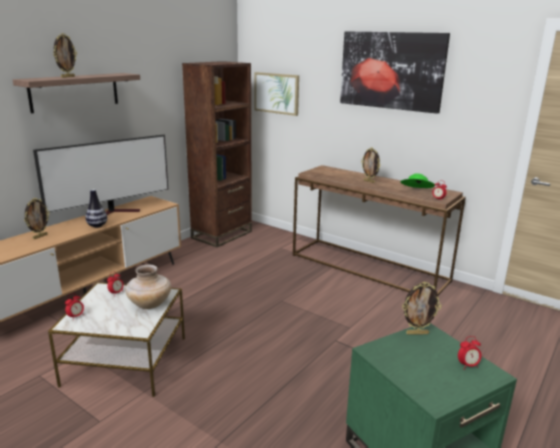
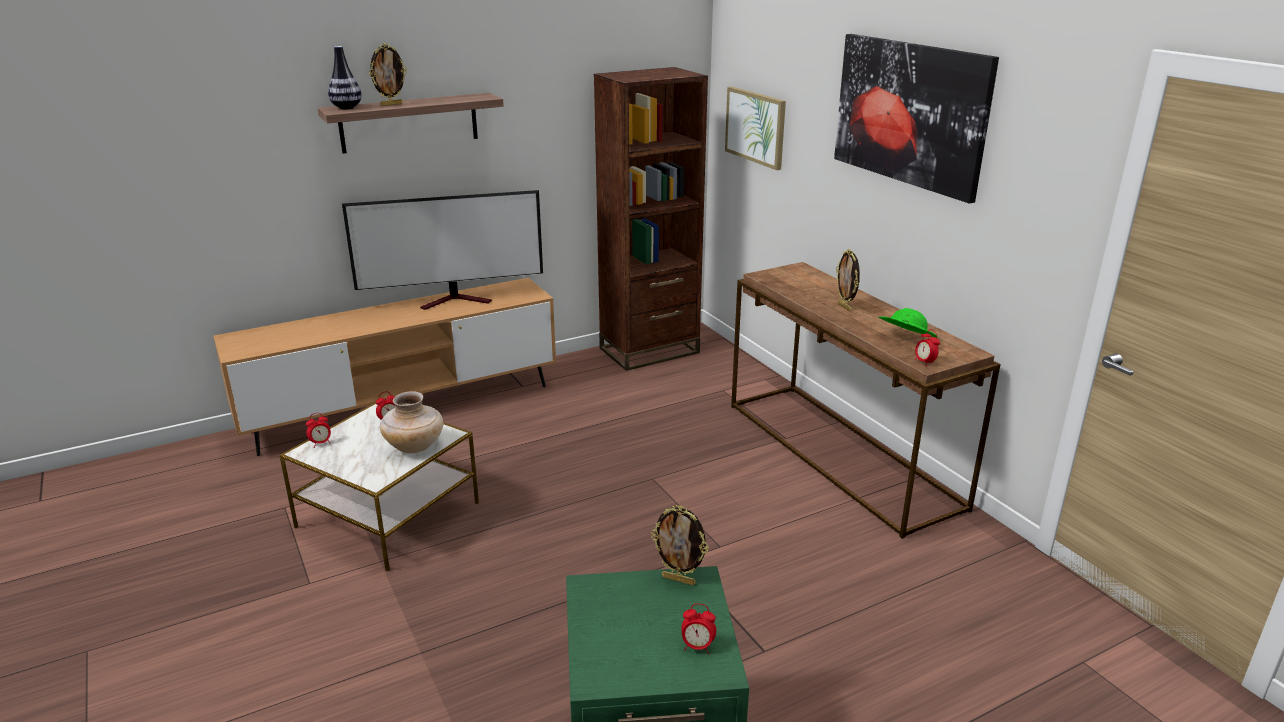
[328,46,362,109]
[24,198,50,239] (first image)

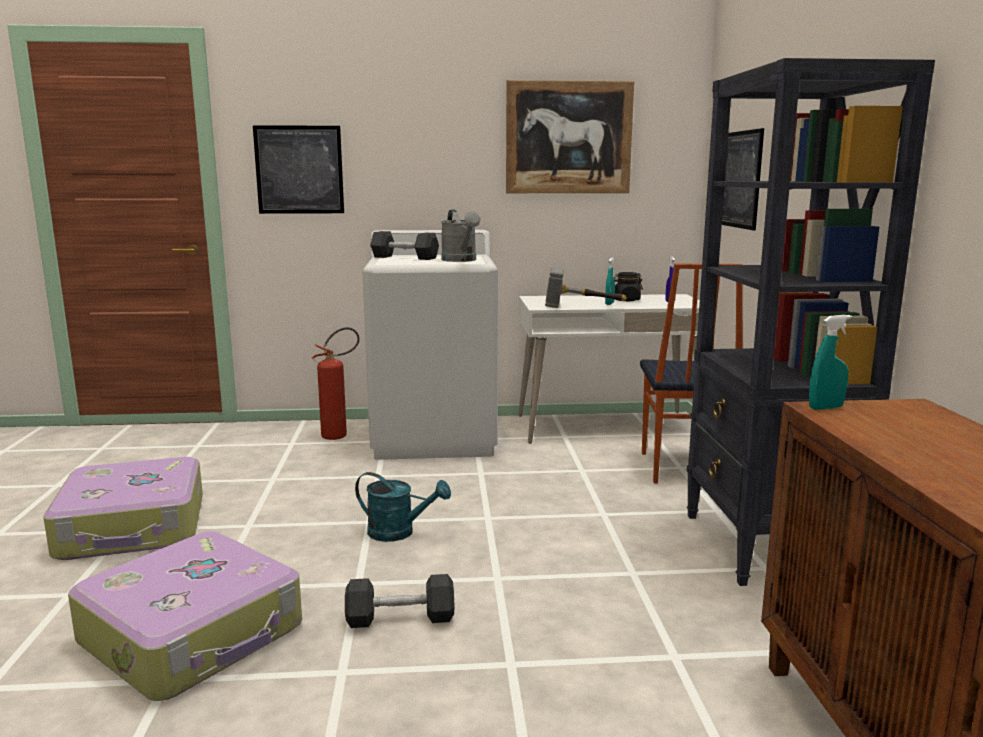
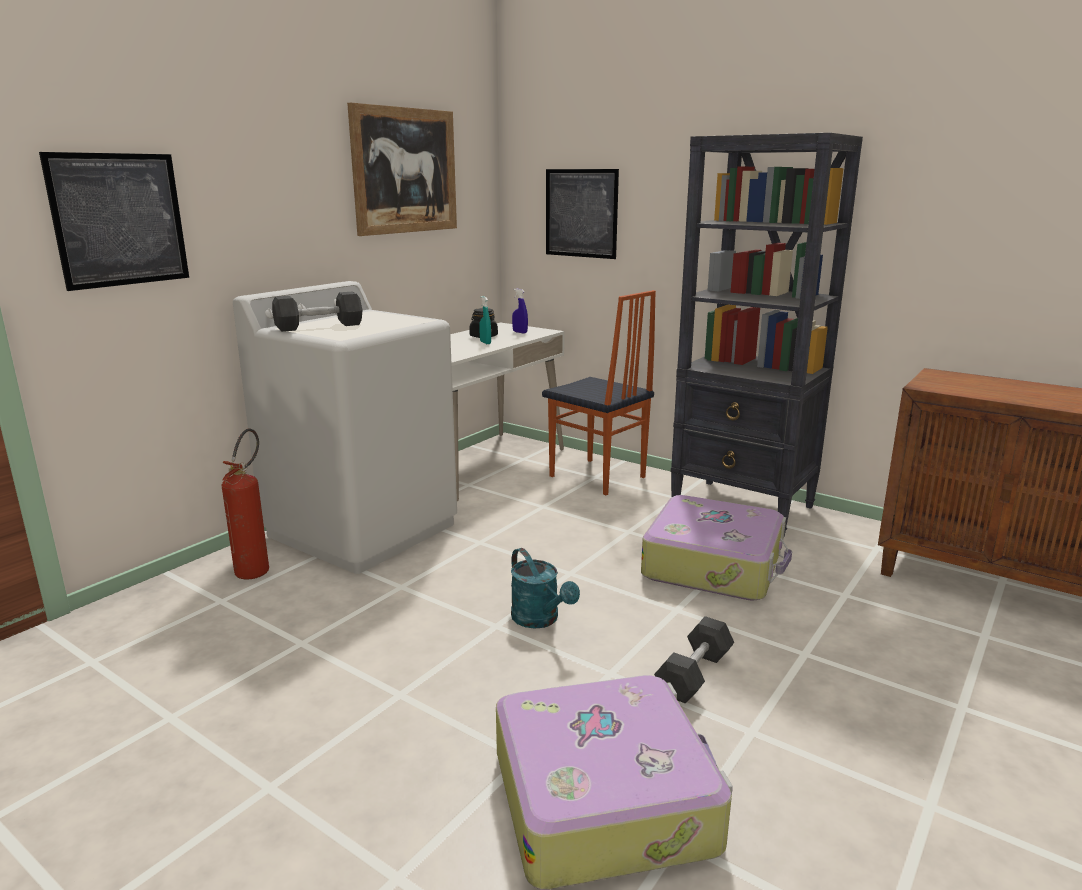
[441,210,481,262] (first image)
[545,267,627,308] (first image)
[809,315,851,410] (first image)
[641,495,792,601]
[511,548,580,629]

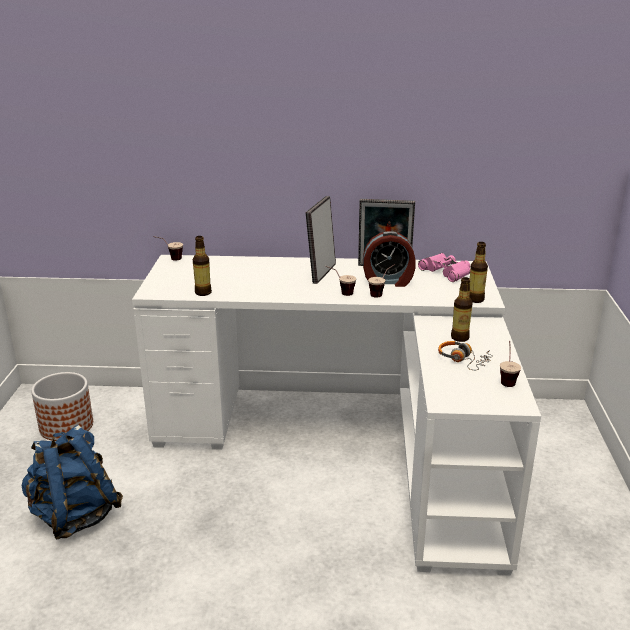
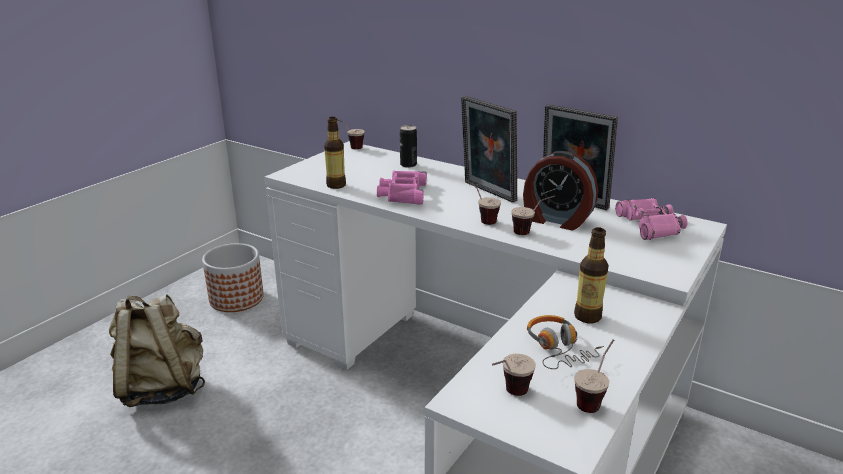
[461,96,517,203]
[469,242,488,303] (first image)
[109,294,205,407]
[400,125,417,168]
[377,170,427,205]
[492,354,536,396]

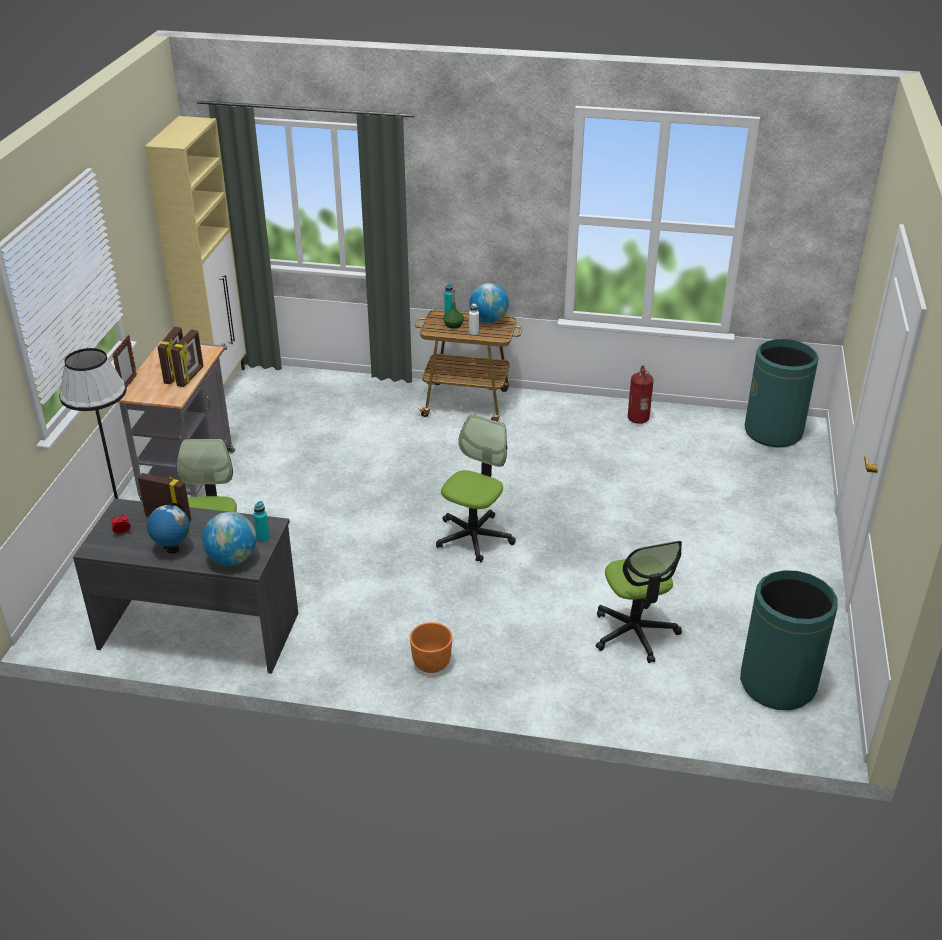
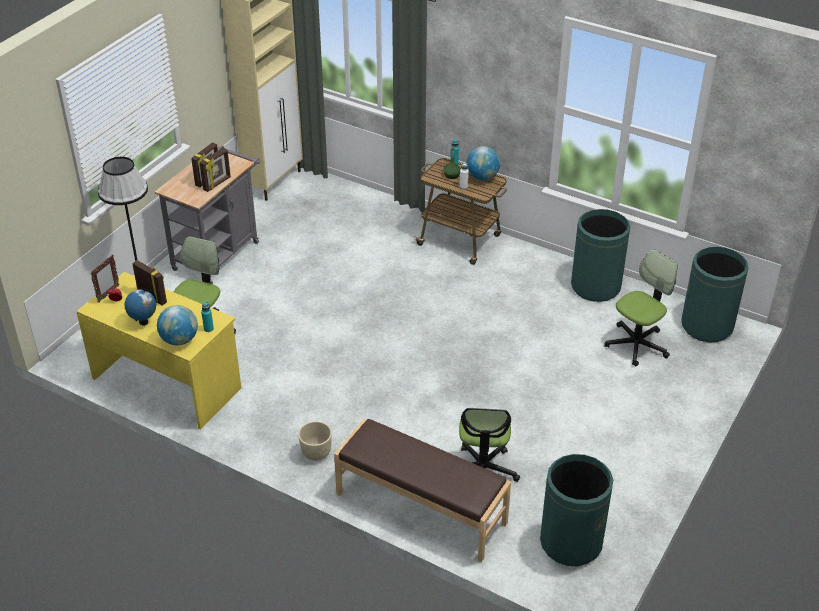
[90,255,120,302]
[571,209,630,302]
[604,249,678,367]
[76,272,241,429]
[298,421,332,461]
[334,418,511,562]

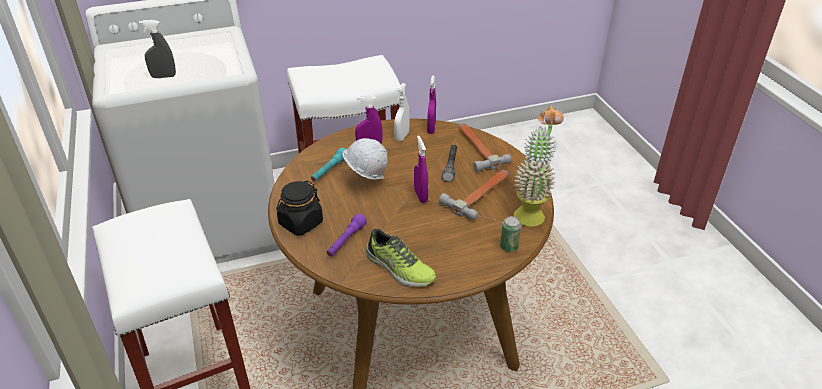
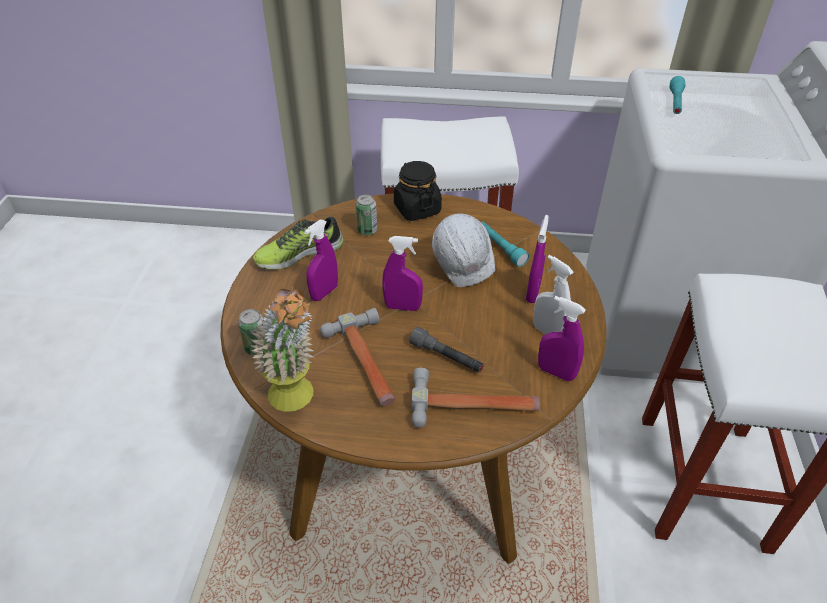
[669,76,686,114]
[355,195,377,235]
[304,220,338,301]

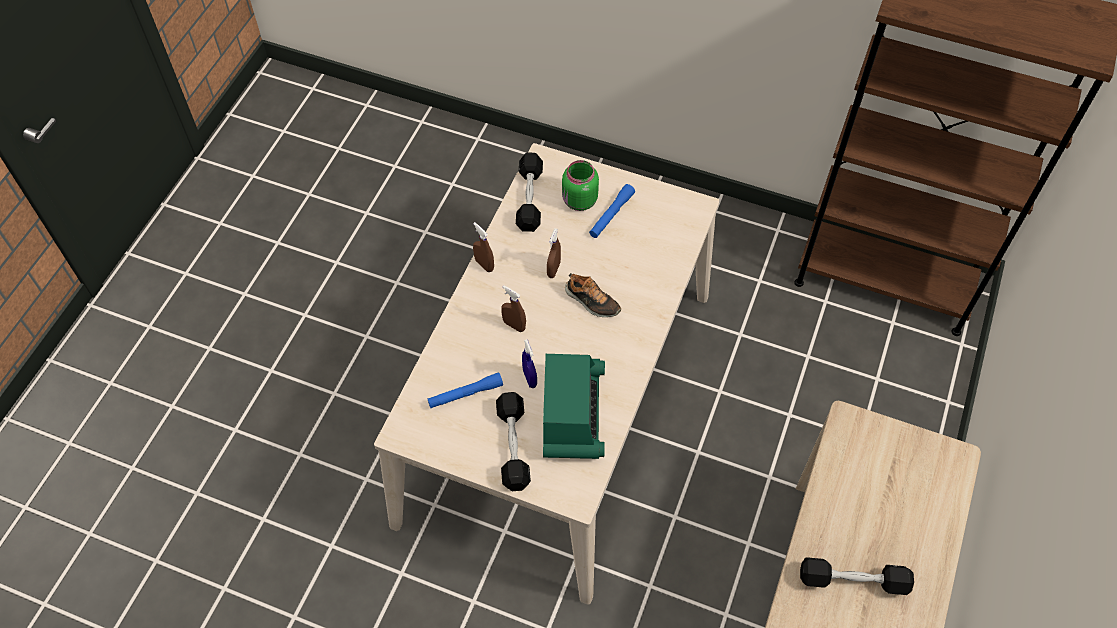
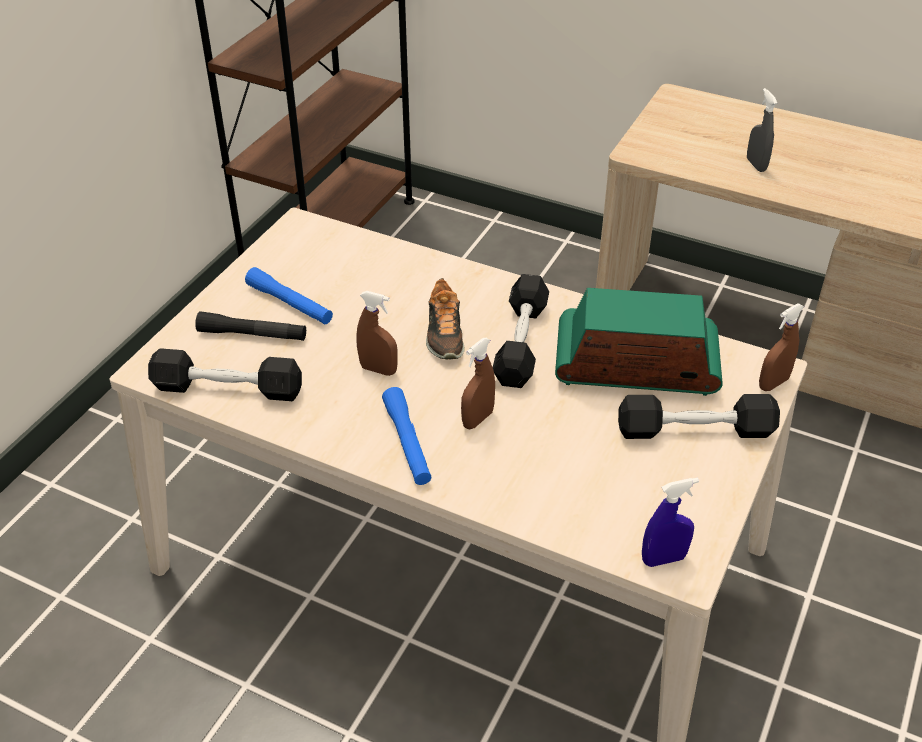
[195,311,306,341]
[759,303,804,391]
[426,278,465,359]
[642,478,699,567]
[382,387,431,485]
[493,274,549,388]
[747,88,777,172]

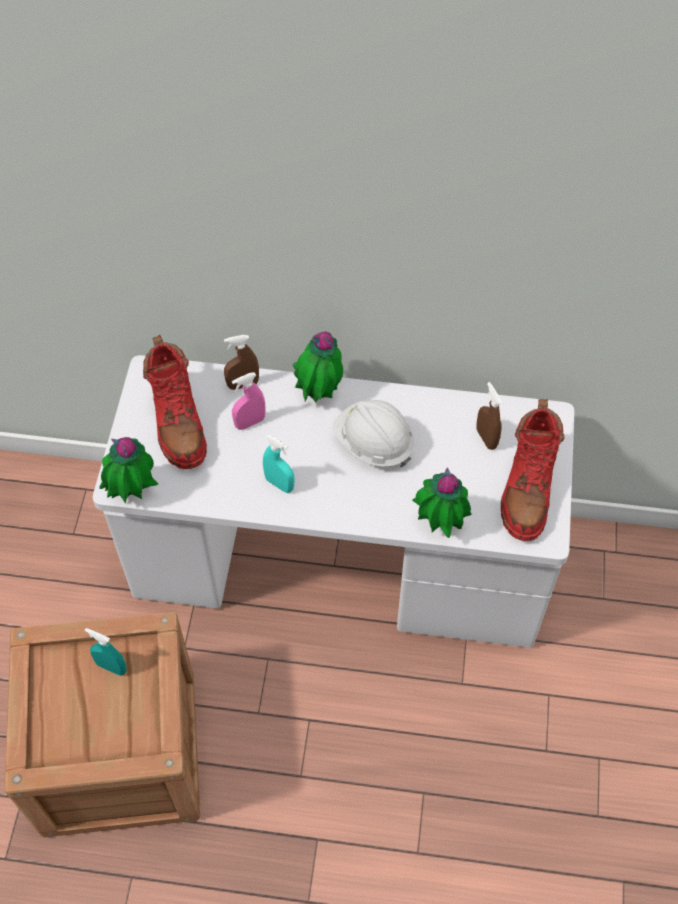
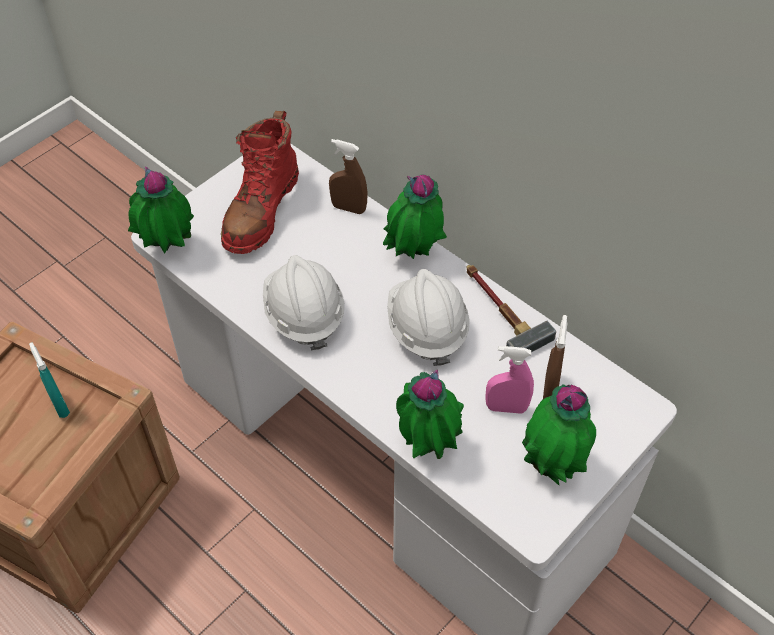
[485,346,534,414]
[522,384,596,485]
[263,255,344,350]
[466,265,556,352]

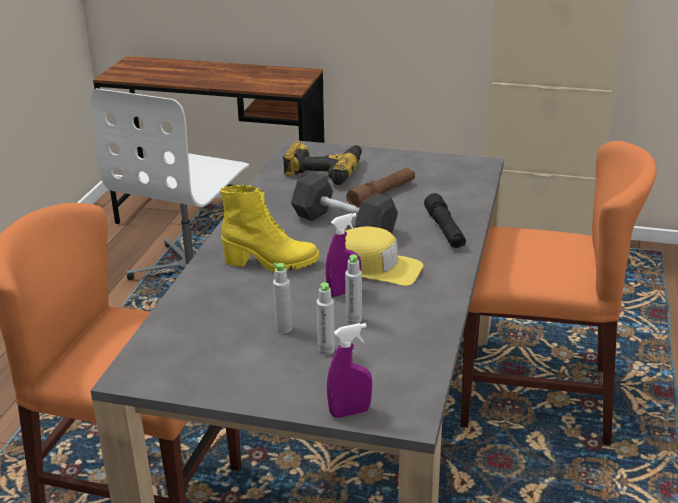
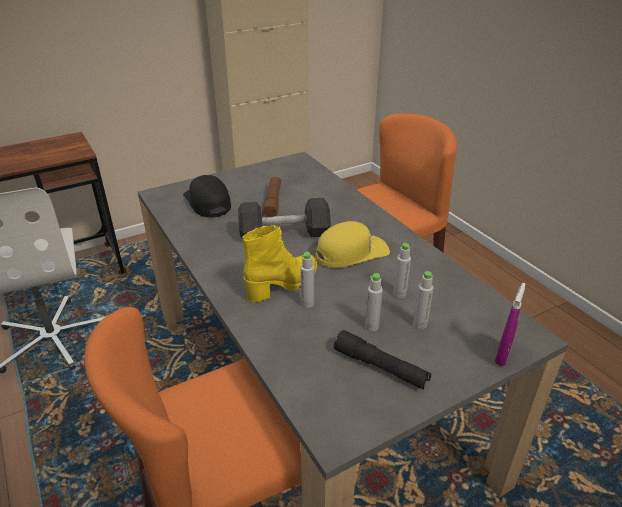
[183,175,231,218]
[334,330,431,390]
[326,213,361,297] (first image)
[300,252,314,308]

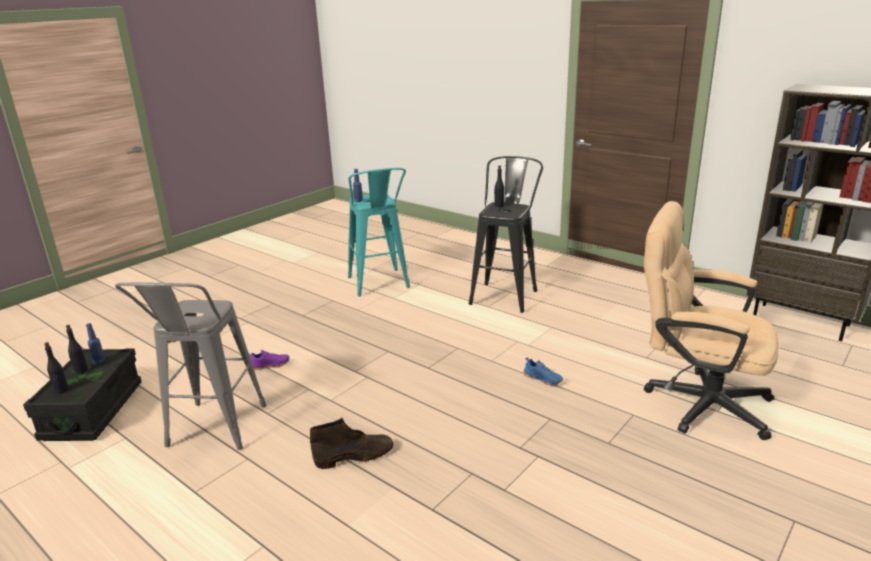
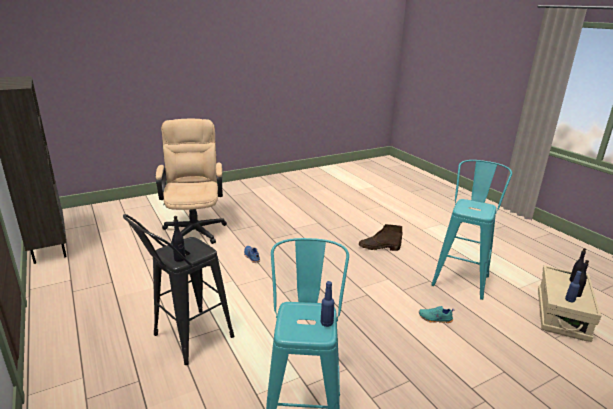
[156,119,227,244]
[431,160,512,300]
[538,265,602,342]
[419,306,454,323]

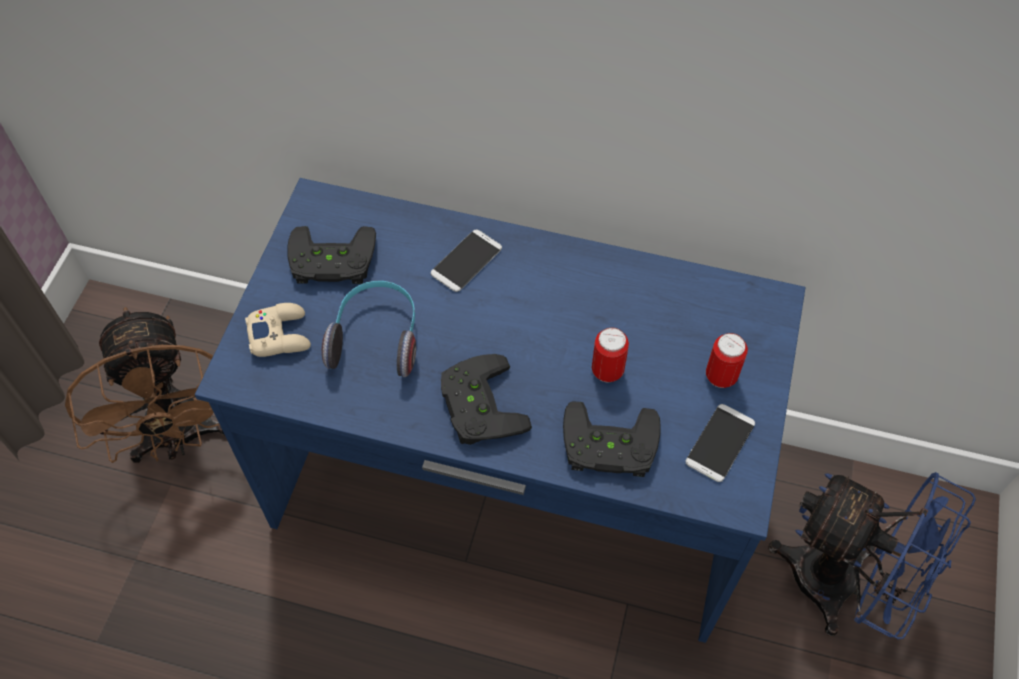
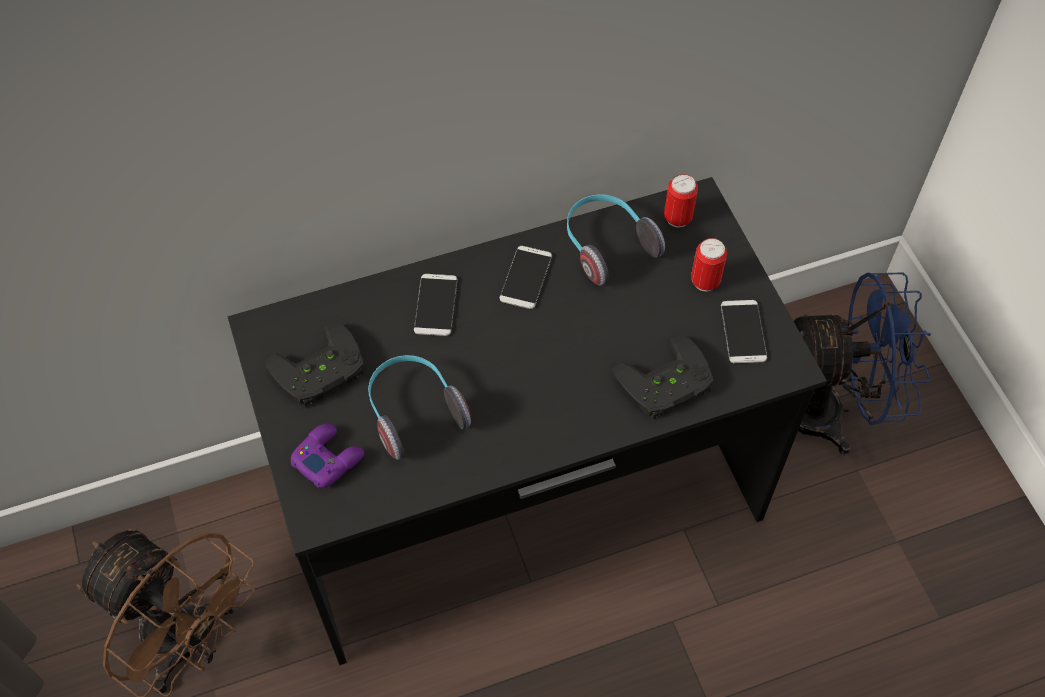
[228,177,827,665]
[290,424,364,488]
[664,174,698,228]
[441,354,532,445] (first image)
[567,194,665,286]
[500,246,552,309]

